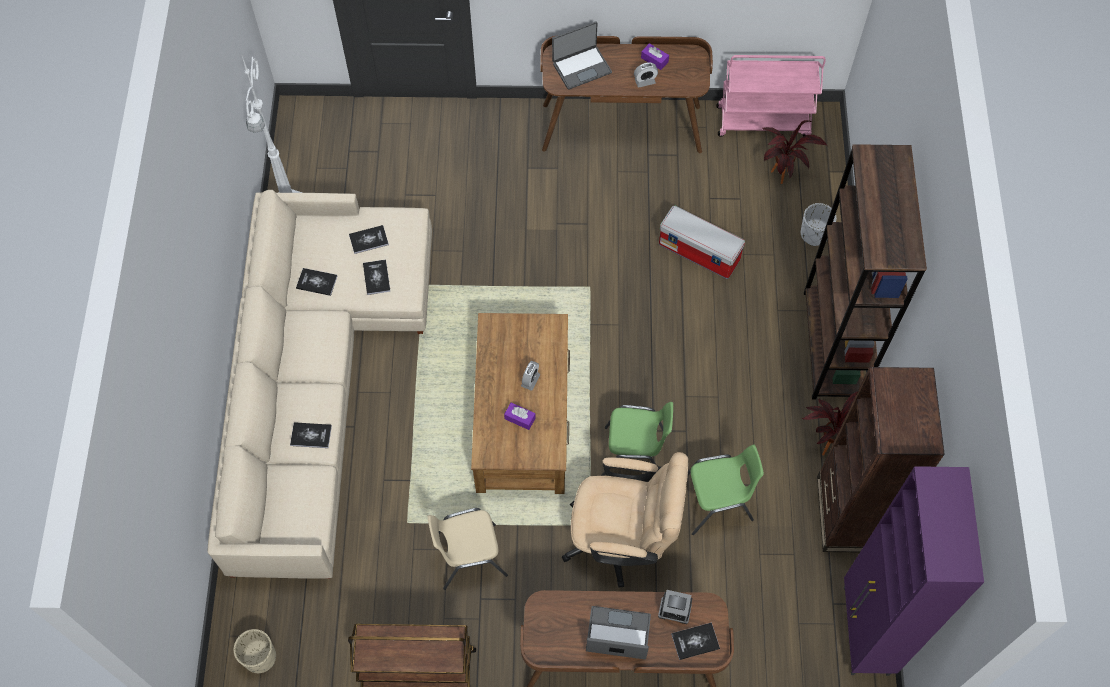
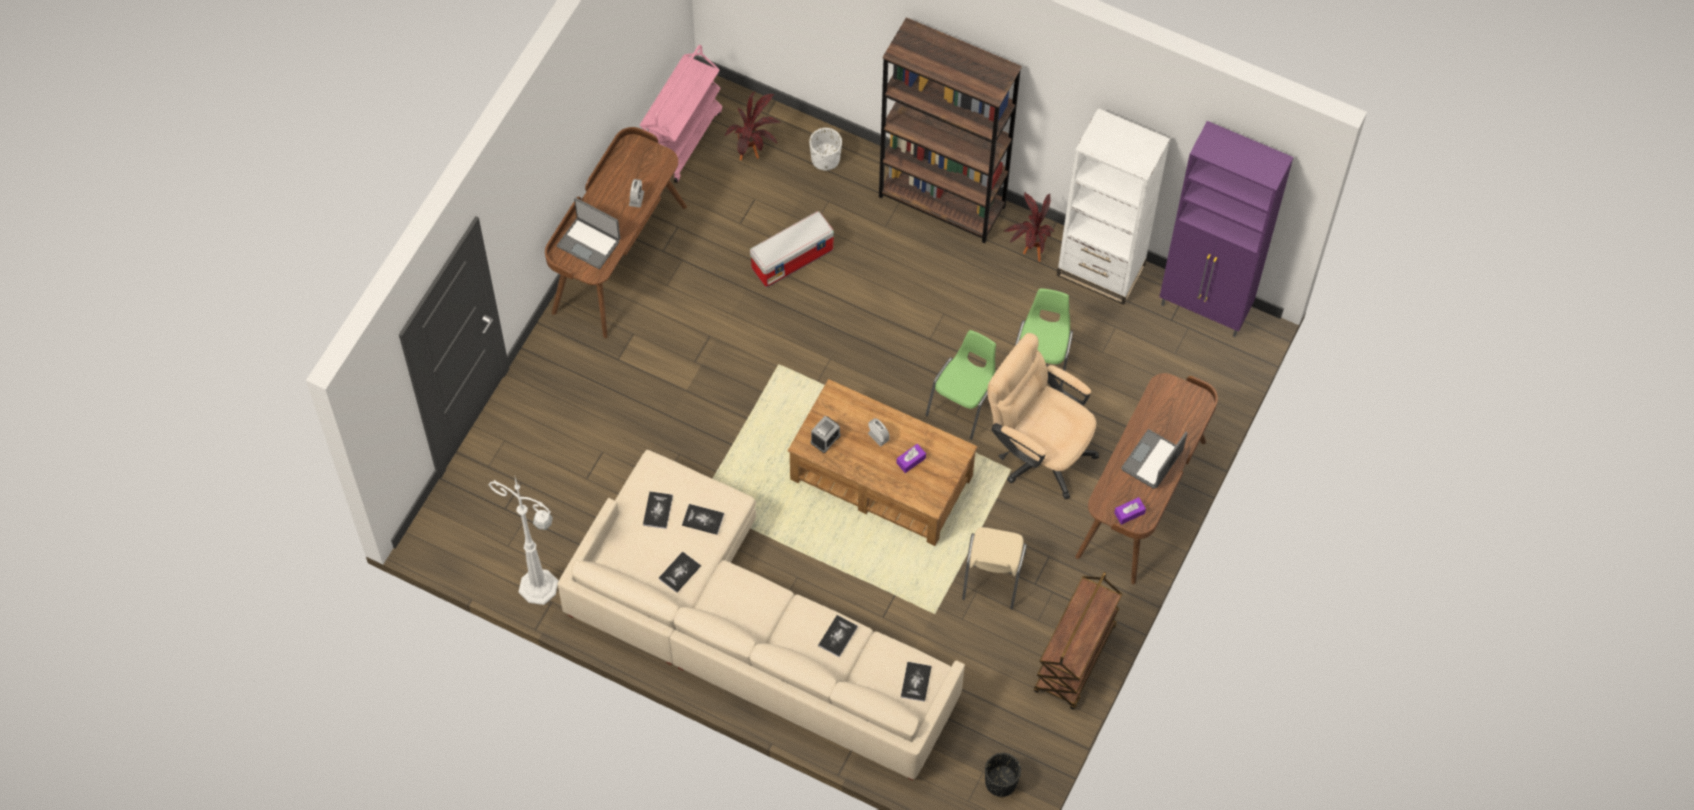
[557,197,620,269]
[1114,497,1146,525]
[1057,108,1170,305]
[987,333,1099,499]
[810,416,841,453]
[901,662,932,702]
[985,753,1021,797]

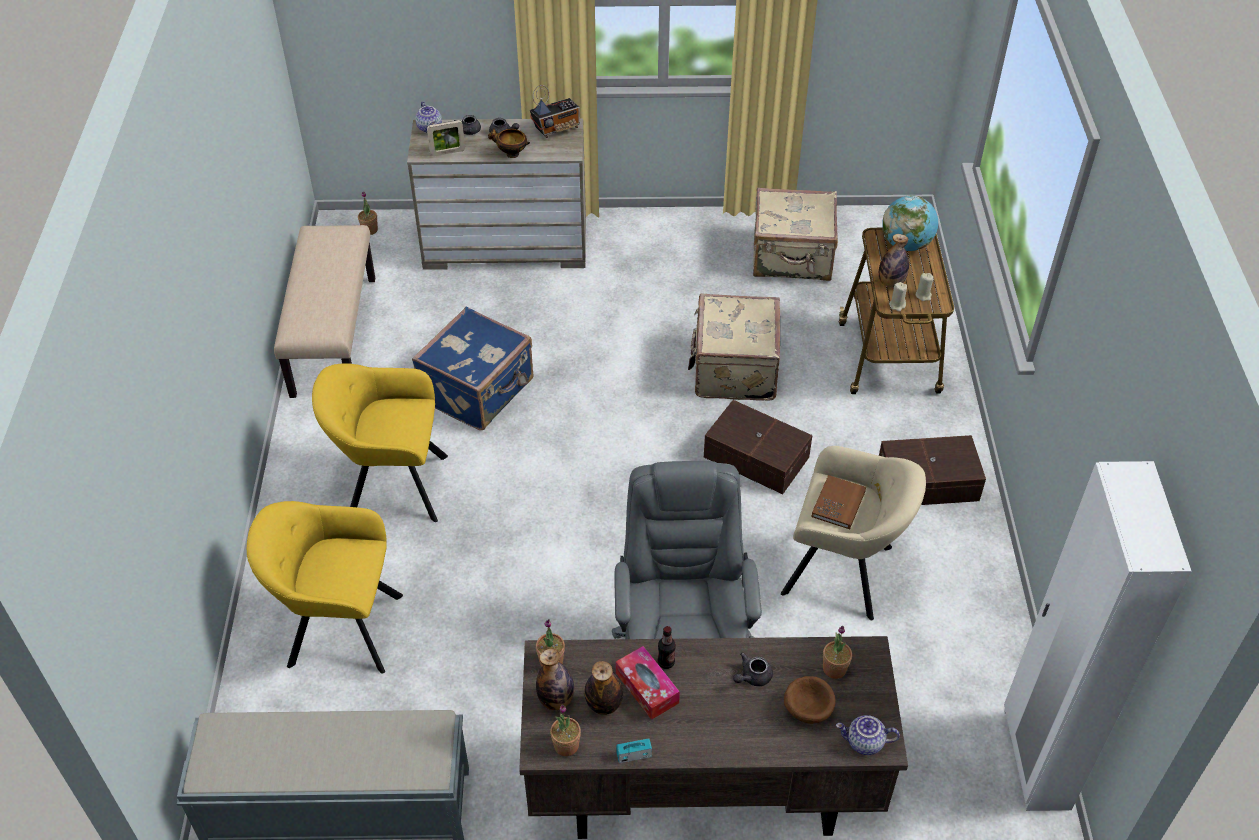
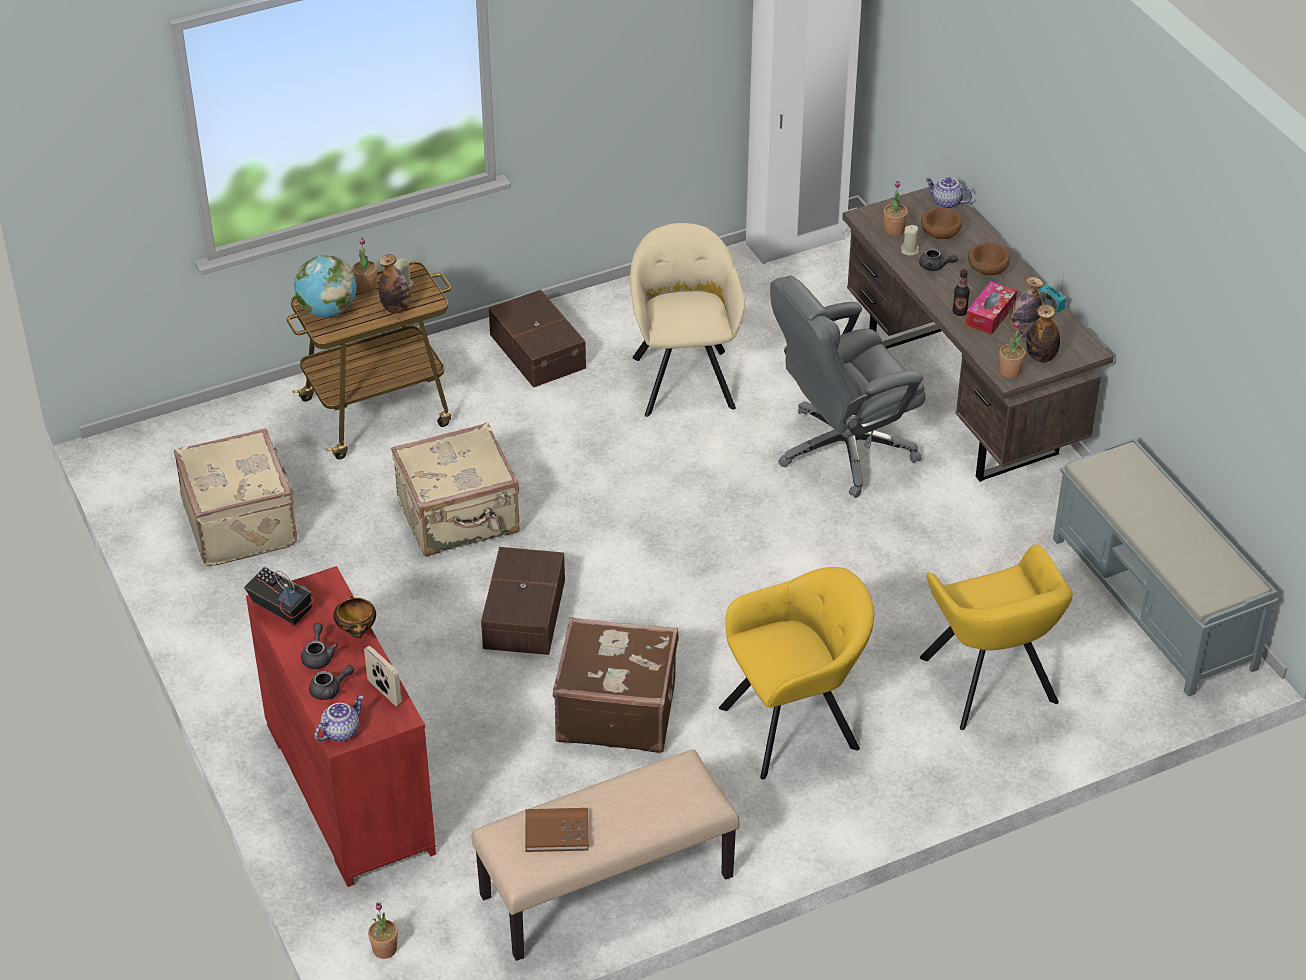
[246,566,436,887]
[901,225,919,256]
[553,617,679,753]
[719,567,875,779]
[481,547,565,655]
[525,808,589,852]
[352,237,377,293]
[925,177,972,208]
[968,242,1010,275]

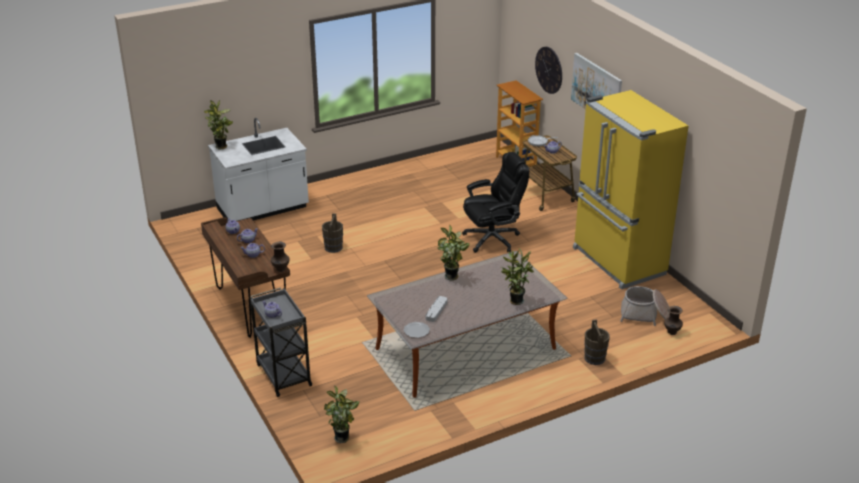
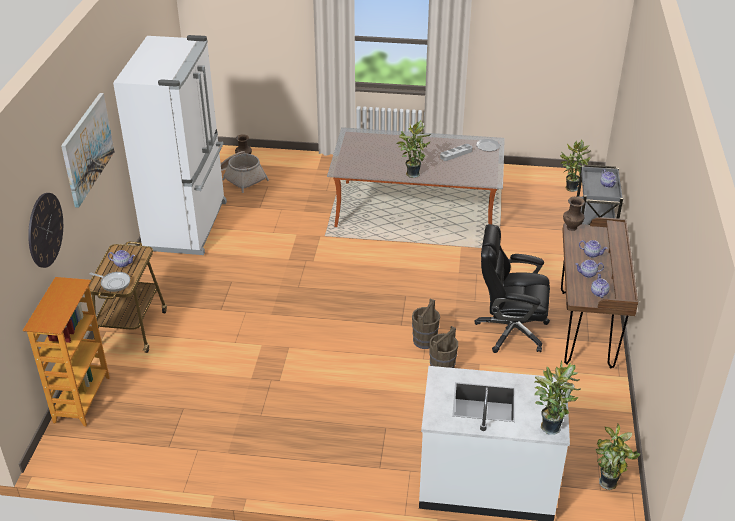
[113,35,227,255]
[474,224,550,353]
[596,424,640,490]
[412,299,440,349]

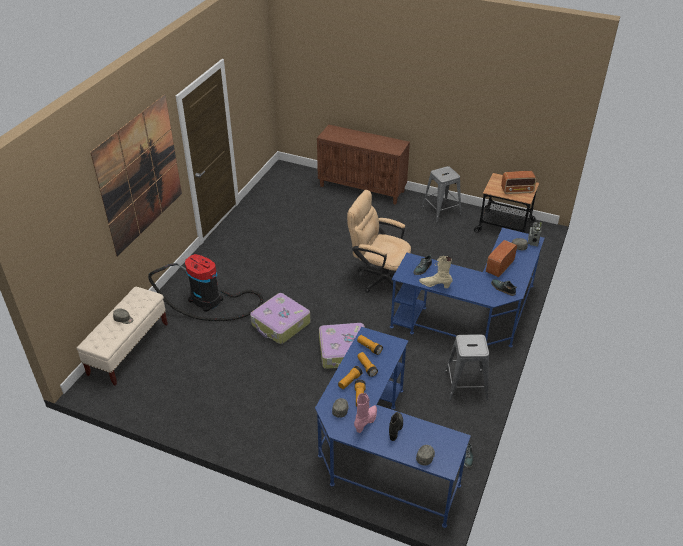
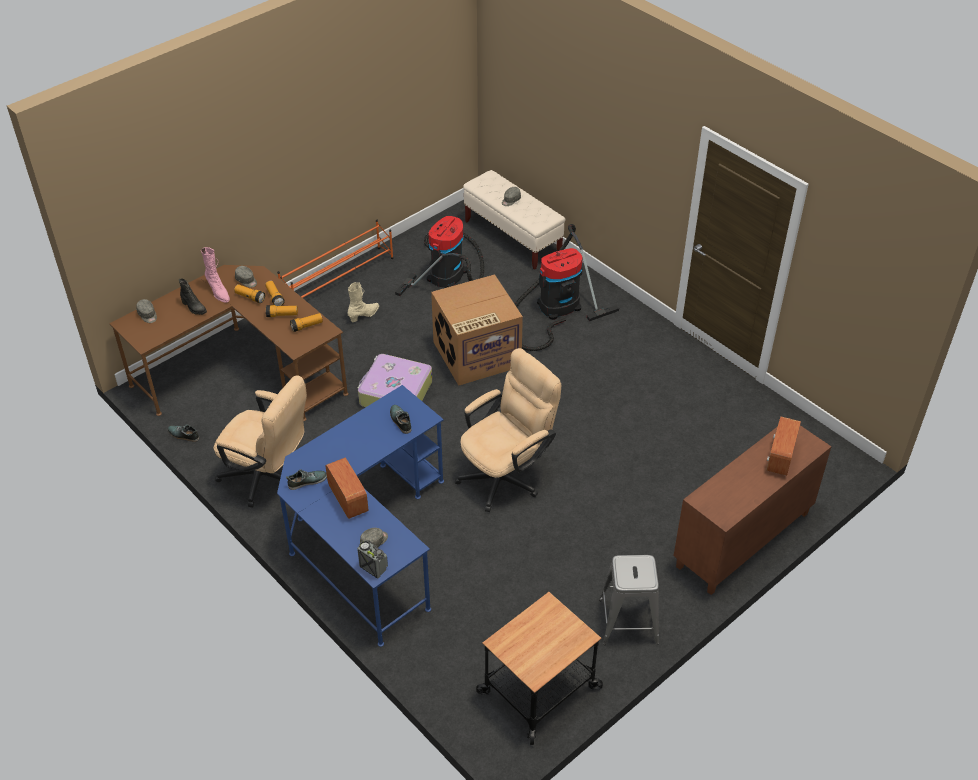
[90,94,182,257] (first image)
[766,416,801,476]
[348,282,379,322]
[431,274,523,386]
[109,265,348,421]
[213,375,307,507]
[395,216,484,296]
[277,220,393,298]

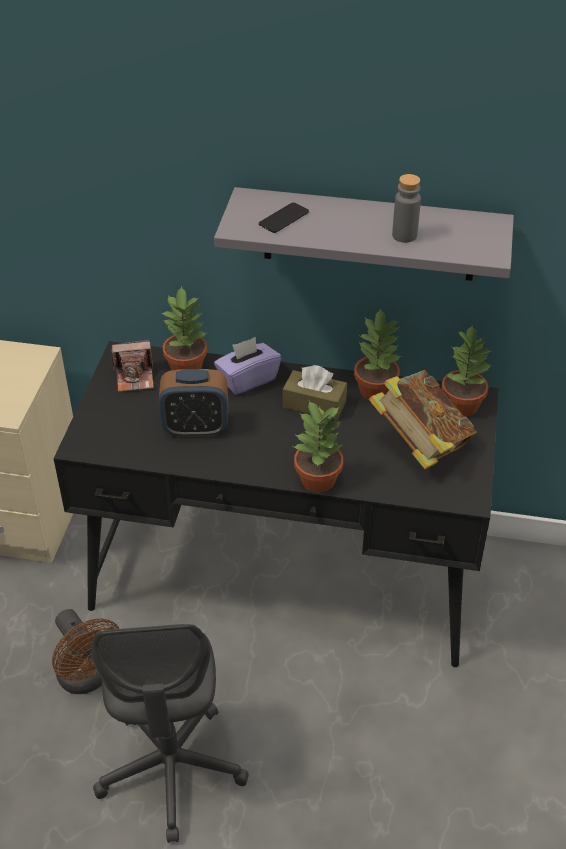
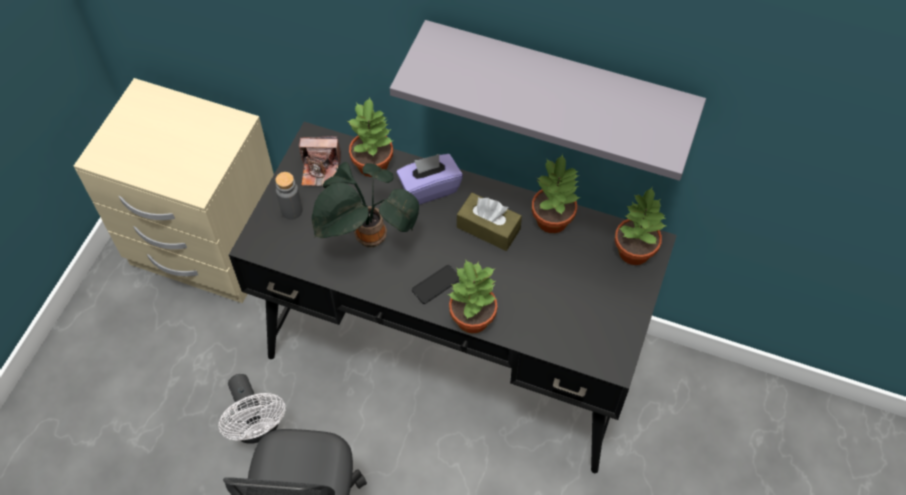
[275,172,303,220]
[412,265,459,304]
[312,162,419,248]
[369,370,477,469] (first image)
[218,374,286,444]

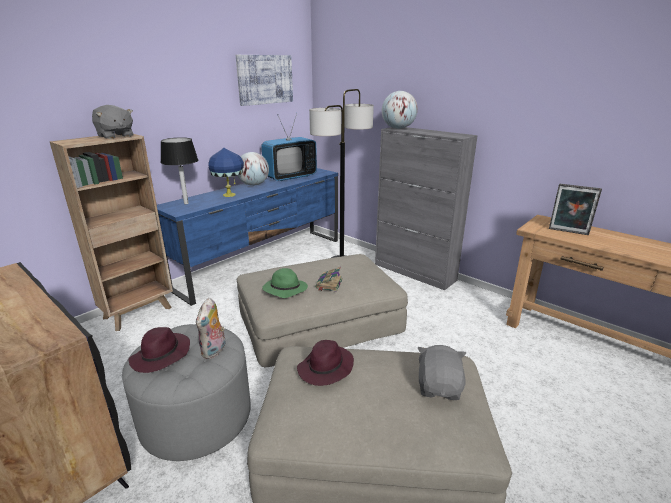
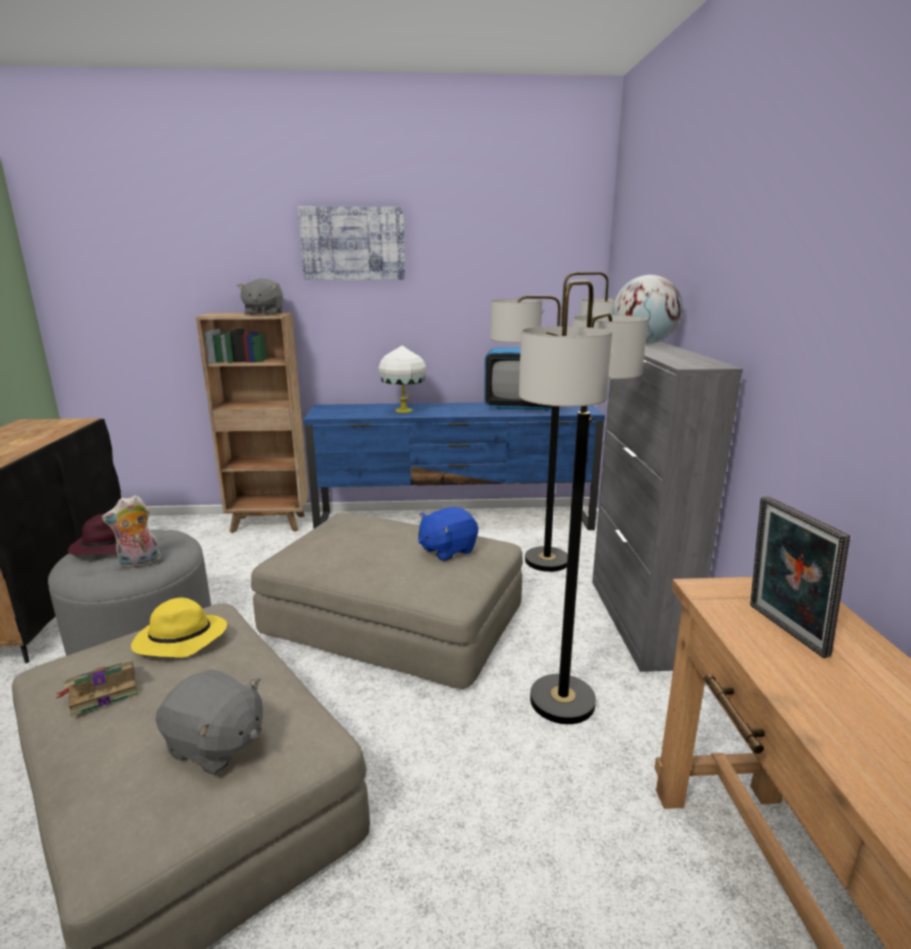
[298,206,405,280]
[161,138,198,204] (first image)
[379,345,426,413]
[237,152,269,186] (first image)
[56,659,138,716]
[262,268,308,298] (first image)
[131,598,227,658]
[156,669,263,775]
[519,280,648,724]
[418,507,478,561]

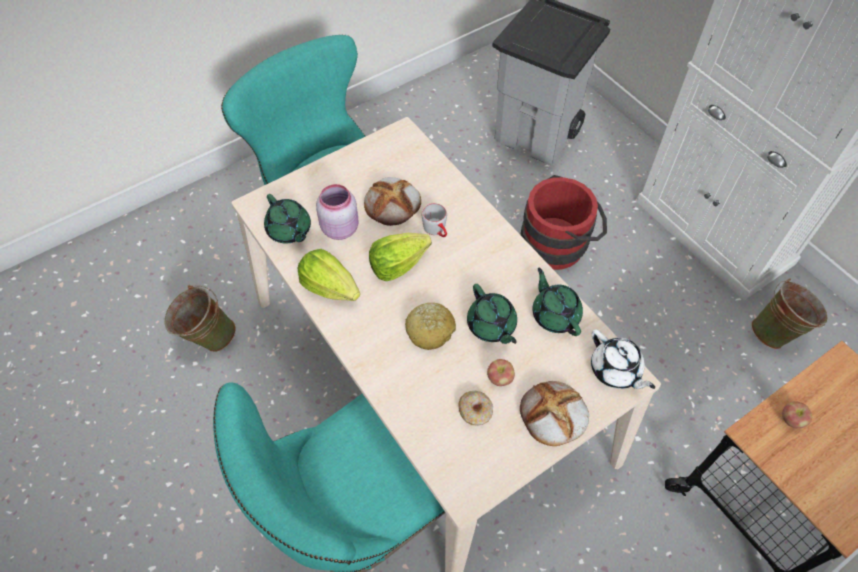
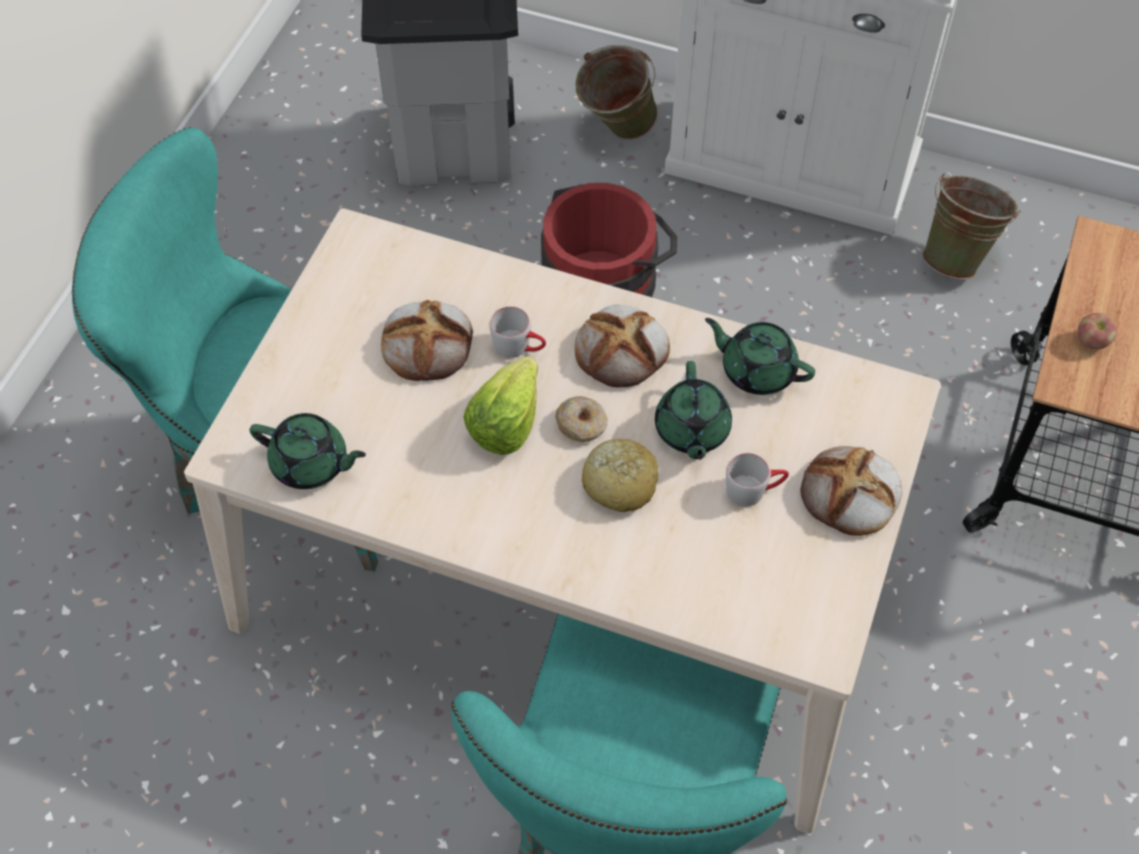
[316,184,359,240] (first image)
[298,249,360,301] (first image)
[655,361,732,460]
[575,45,658,139]
[591,329,655,389] (first image)
[726,453,789,507]
[555,396,608,442]
[575,304,670,387]

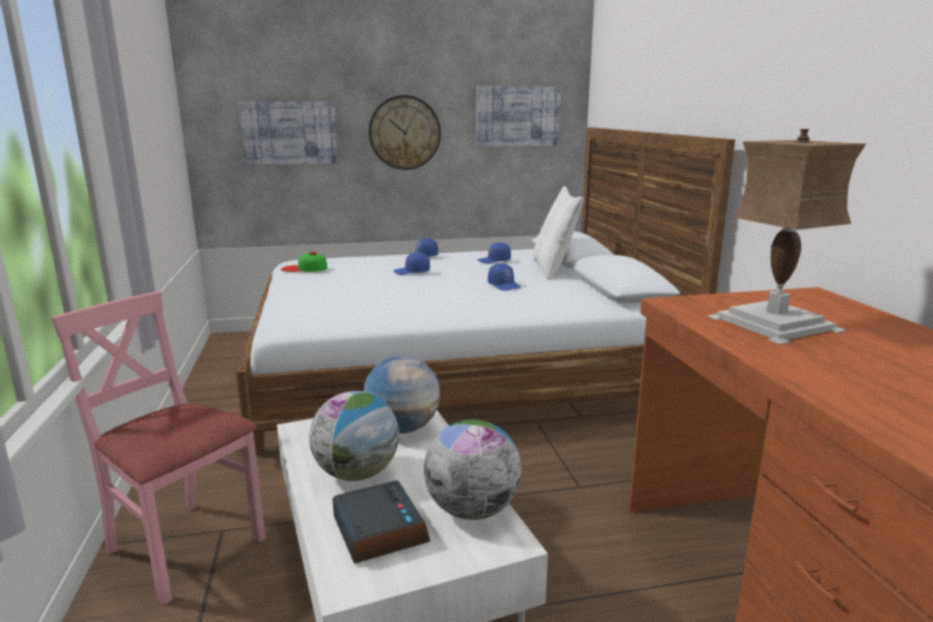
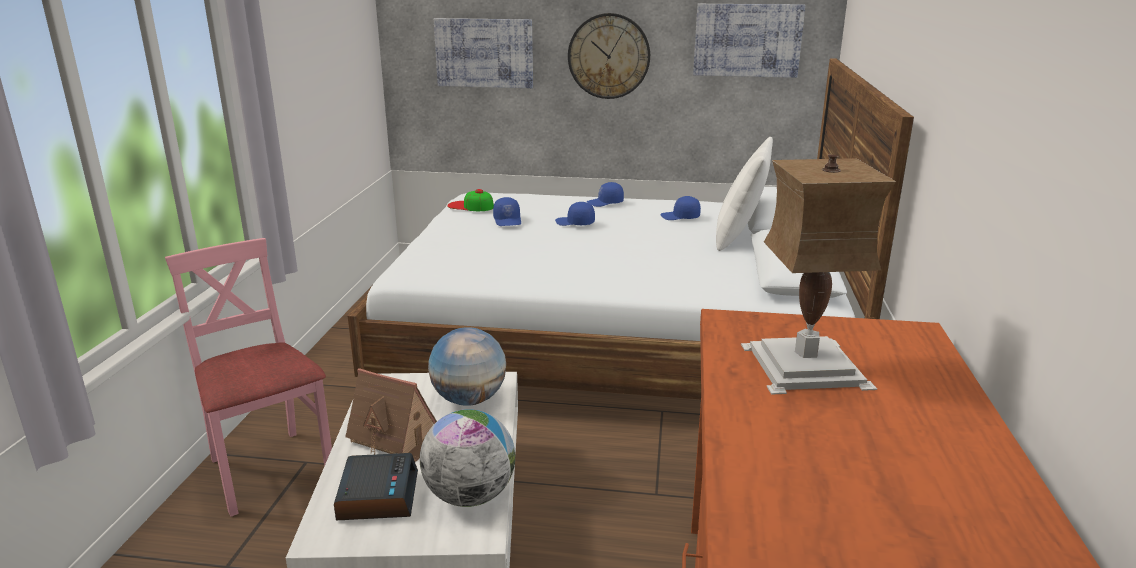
[493,197,521,226]
[345,368,437,462]

